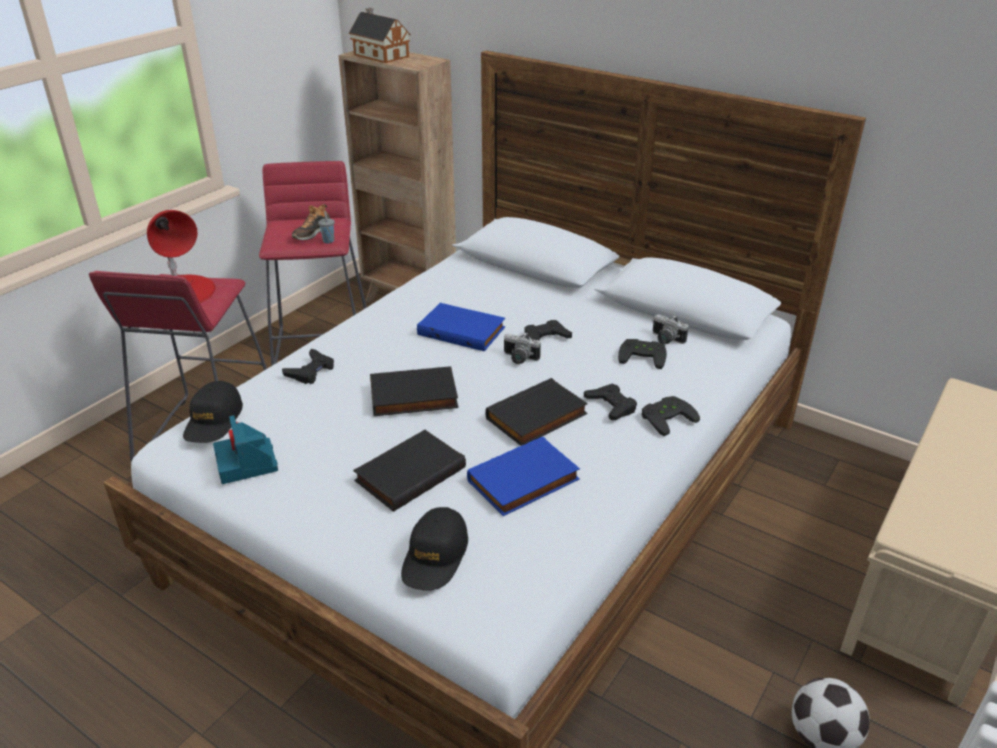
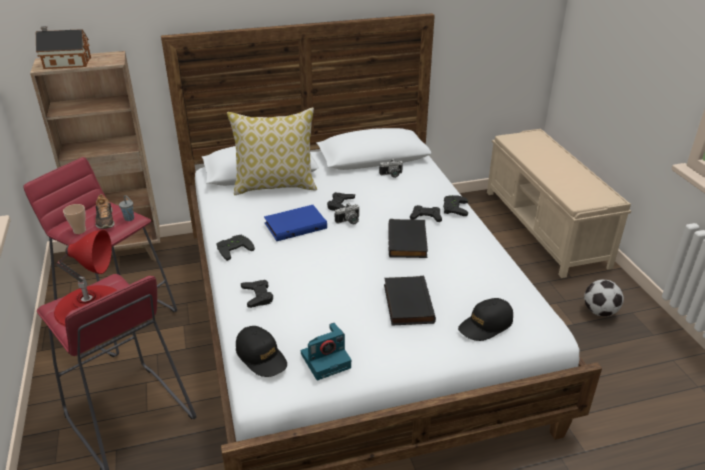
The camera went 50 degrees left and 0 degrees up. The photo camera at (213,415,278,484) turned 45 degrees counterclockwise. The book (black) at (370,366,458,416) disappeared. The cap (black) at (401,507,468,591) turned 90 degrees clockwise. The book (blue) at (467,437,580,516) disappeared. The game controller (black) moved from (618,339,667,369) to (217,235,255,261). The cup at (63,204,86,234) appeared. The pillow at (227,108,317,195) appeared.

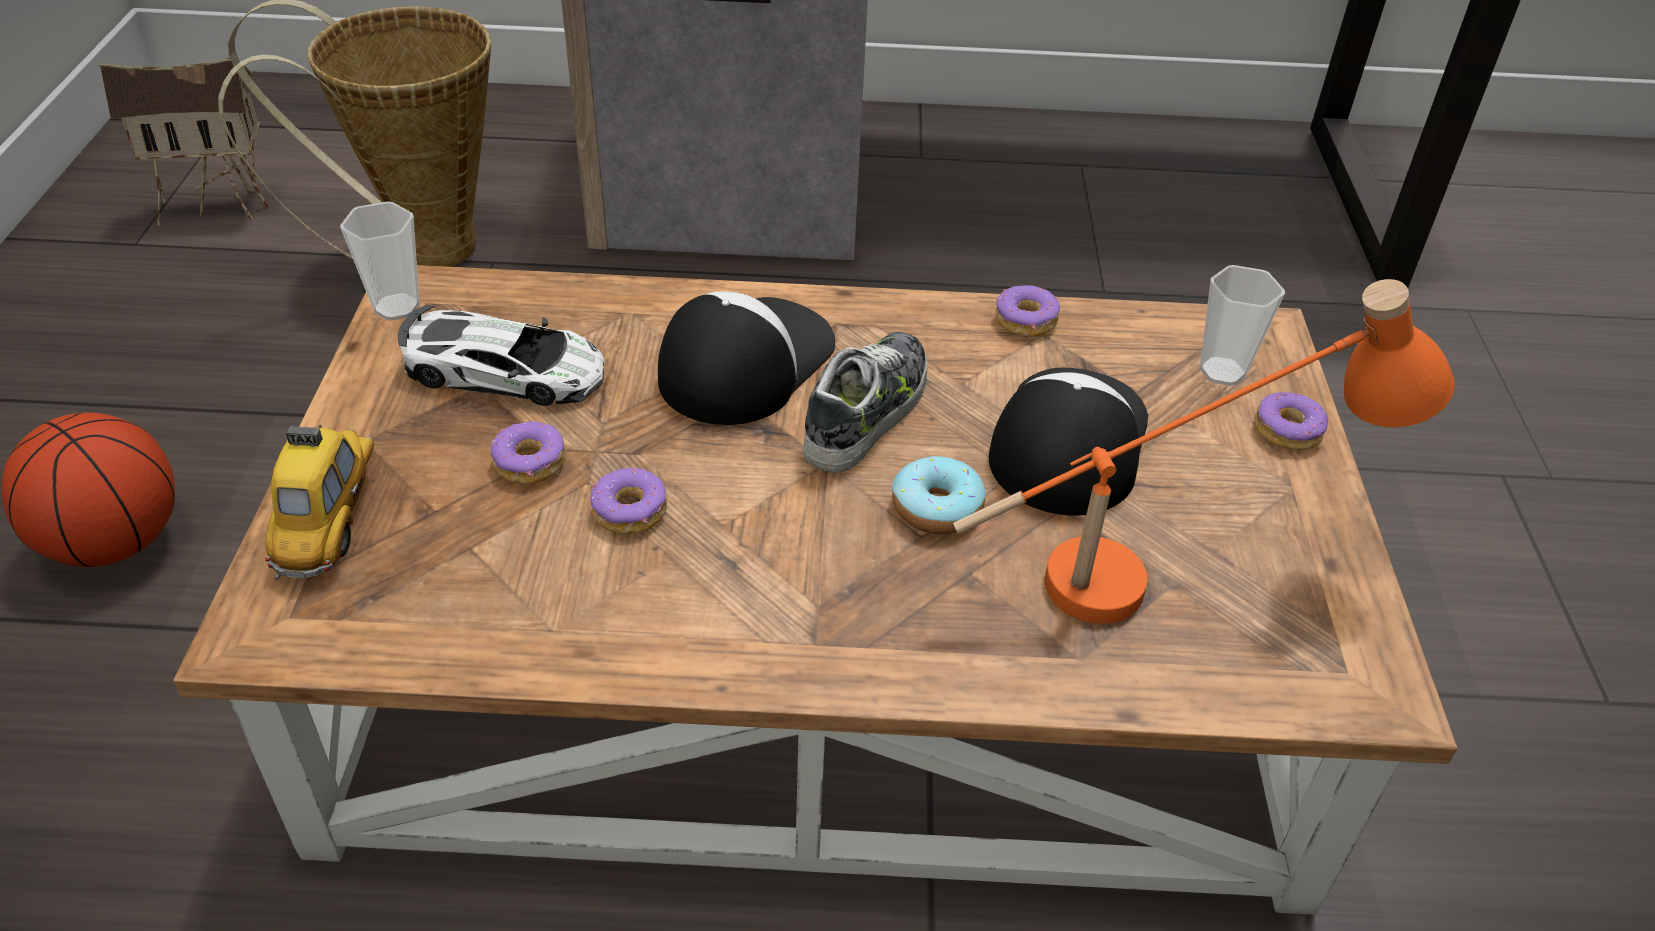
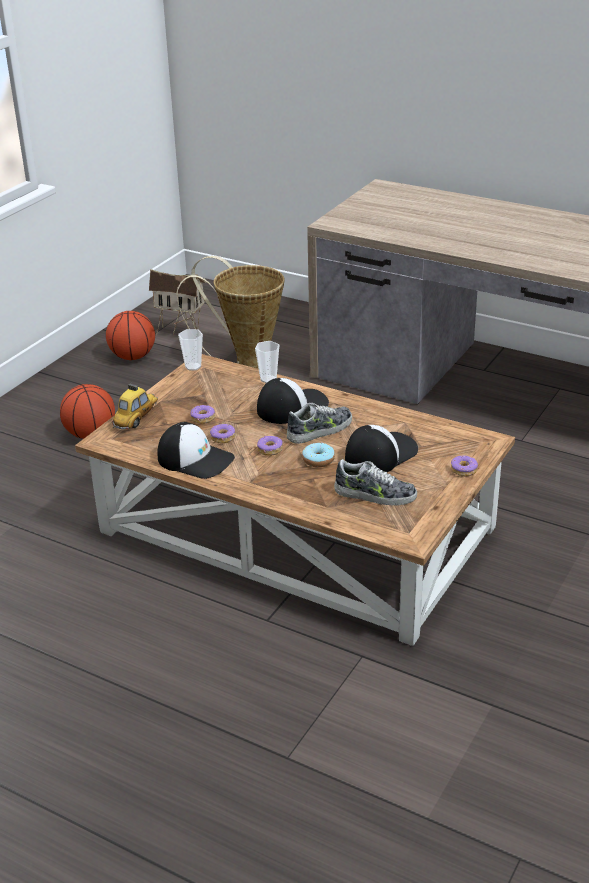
The camera went 30 degrees right and 10 degrees down. The toy car at (398,305,605,406) disappeared. The table lamp (orange) at (953,279,1455,624) was replaced by the shoe at (334,459,417,506). The donut moved from (995,285,1060,337) to (257,435,283,456). The cup moved from (1200,265,1285,386) to (255,341,279,383). The basketball at (106,311,155,360) appeared. The cap at (157,422,235,479) appeared.

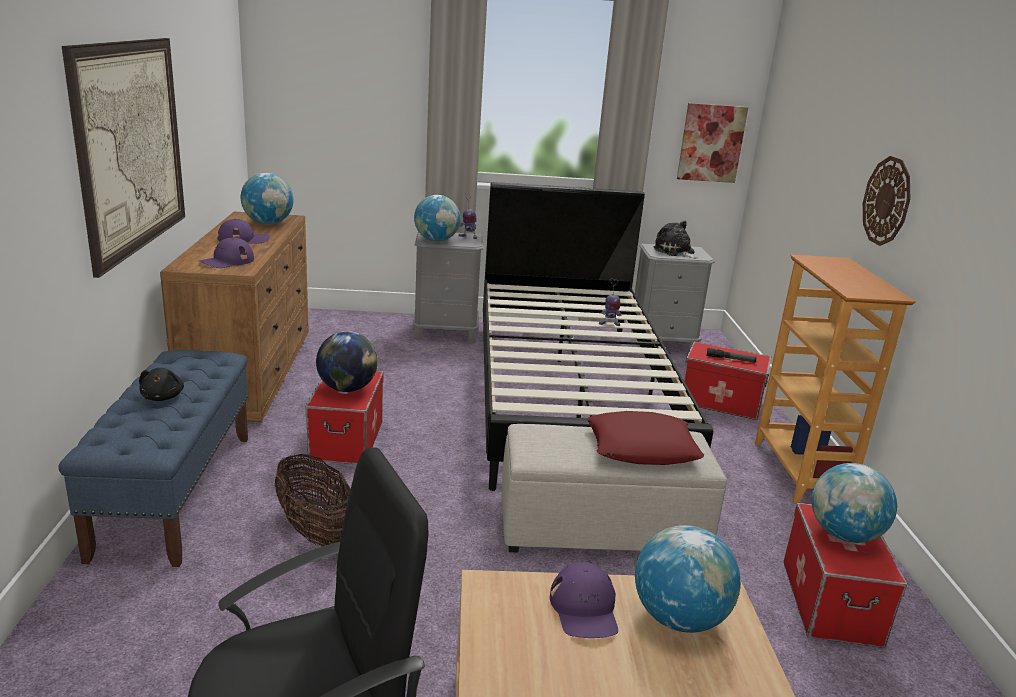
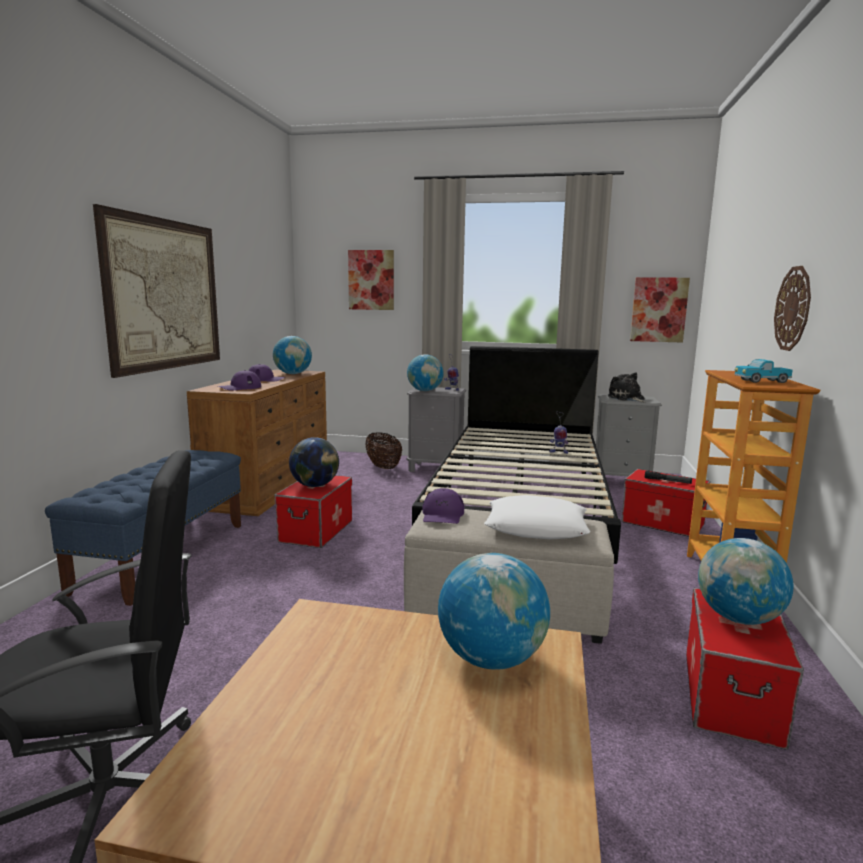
The camera went 15 degrees right and 10 degrees down. The plush toy (black) at (139,368,184,401) disappeared. The basket moved from (274,454,351,547) to (365,432,402,469). The cap (purple) moved from (550,562,618,638) to (423,488,464,524). The pillow (red) at (587,411,704,465) became the pillow (white) at (484,495,591,540). The picture at (348,250,394,310) appeared. The toy truck at (734,359,792,383) appeared.

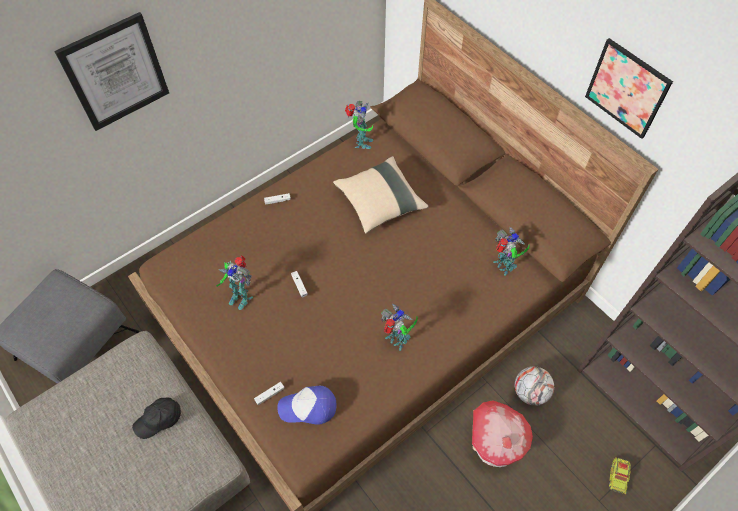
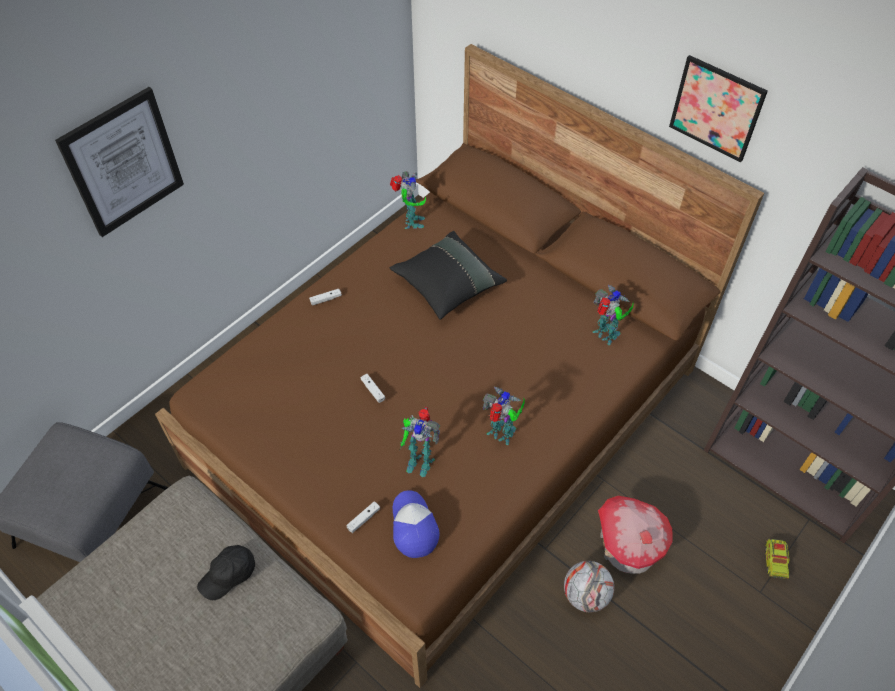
The camera went 10 degrees left and 5 degrees down. The toy robot moved from (217,255,253,310) to (400,407,440,477). The cap at (277,386,336,425) turned 90 degrees clockwise. The pillow (beige) at (333,156,429,233) became the pillow (black) at (390,231,507,320). The football moved from (515,366,554,406) to (564,561,614,612).

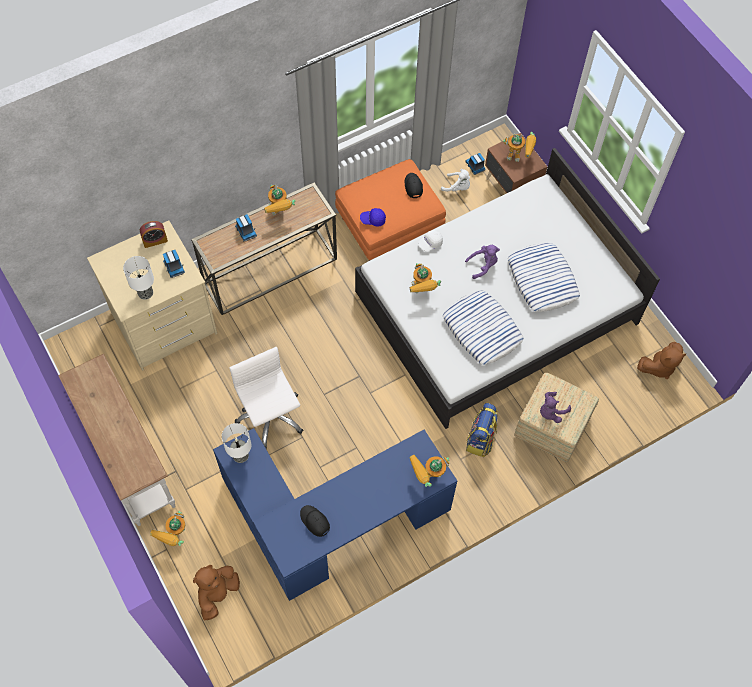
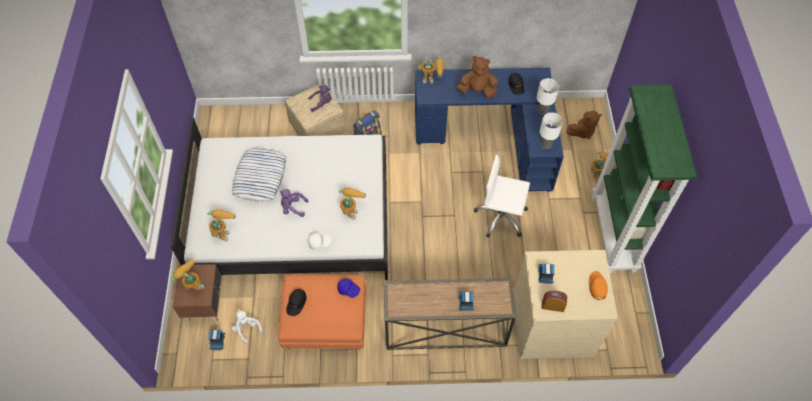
The camera went 150 degrees left and 5 degrees down. The console table (white) at (58,354,175,526) was replaced by the bookcase (green) at (592,84,697,273). The table lamp moved from (123,256,154,300) to (537,78,559,115). The office chair (white) at (229,347,303,449) turned 105 degrees clockwise. The toy robot moved from (264,185,295,215) to (208,209,236,241). The pillow at (443,290,524,365) disappeared. The plush toy (brown) moved from (637,342,686,379) to (456,56,498,99). The cap (orange) at (589,272,608,300) appeared.

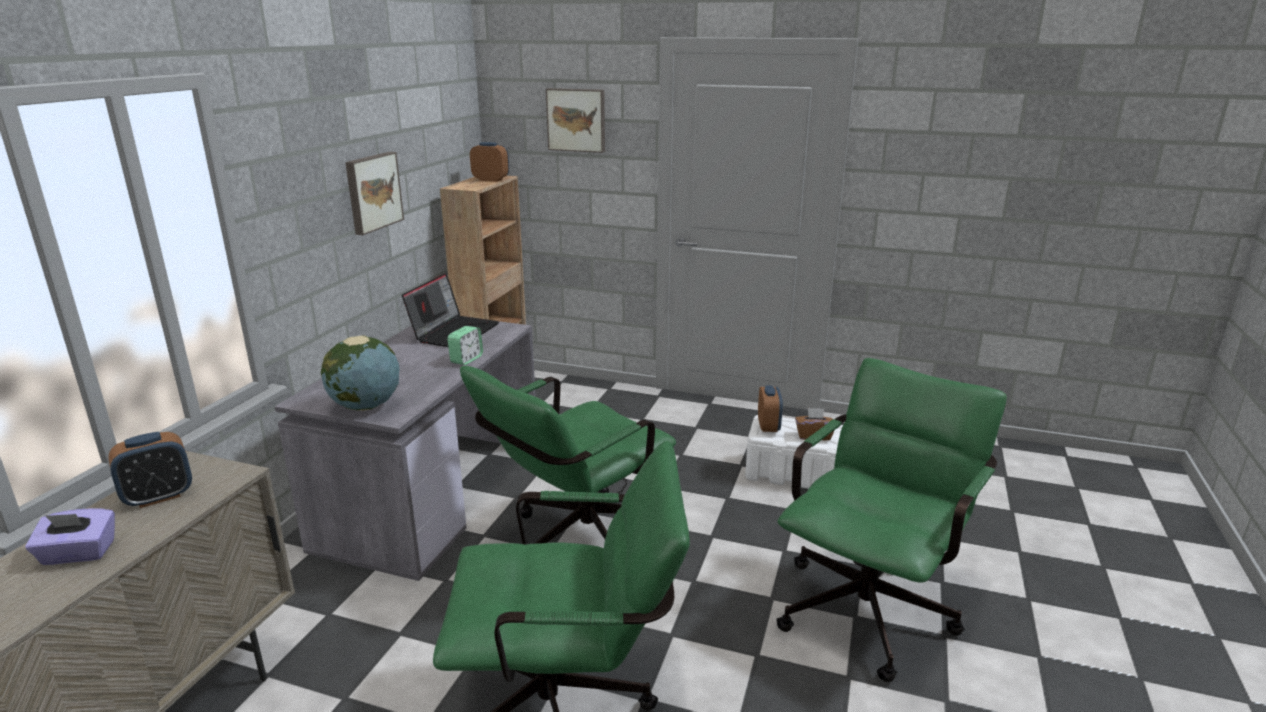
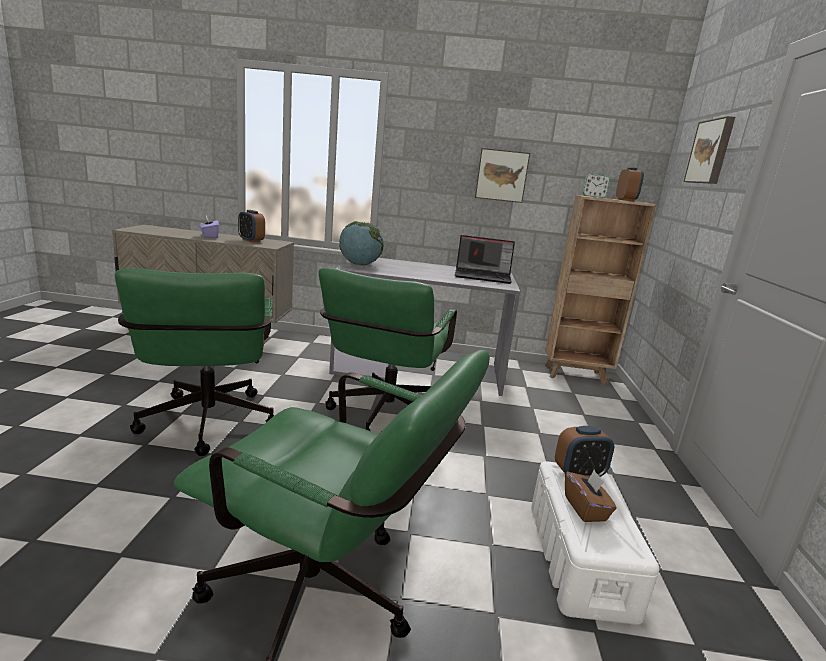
The camera went 75 degrees right and 5 degrees down. The alarm clock moved from (447,326,483,365) to (583,174,610,198). The office chair (green) at (460,366,676,544) turned 105 degrees counterclockwise.

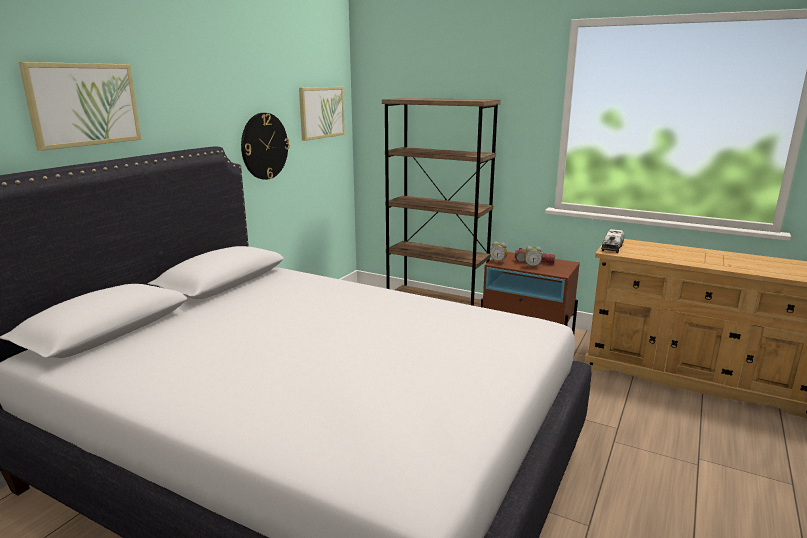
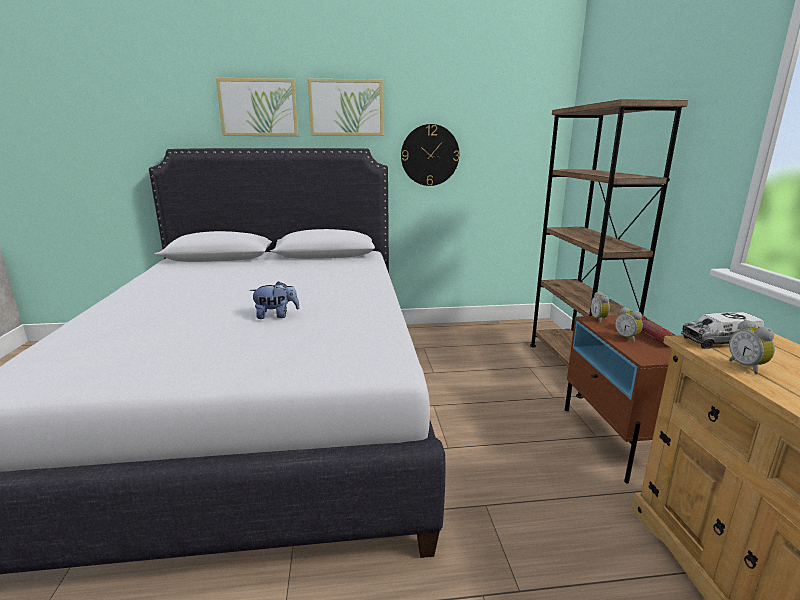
The camera went 55 degrees right and 0 degrees up. The picture moved from (299,87,345,141) to (307,78,383,136). The plush toy at (250,281,300,319) appeared. The alarm clock at (729,319,775,374) appeared.

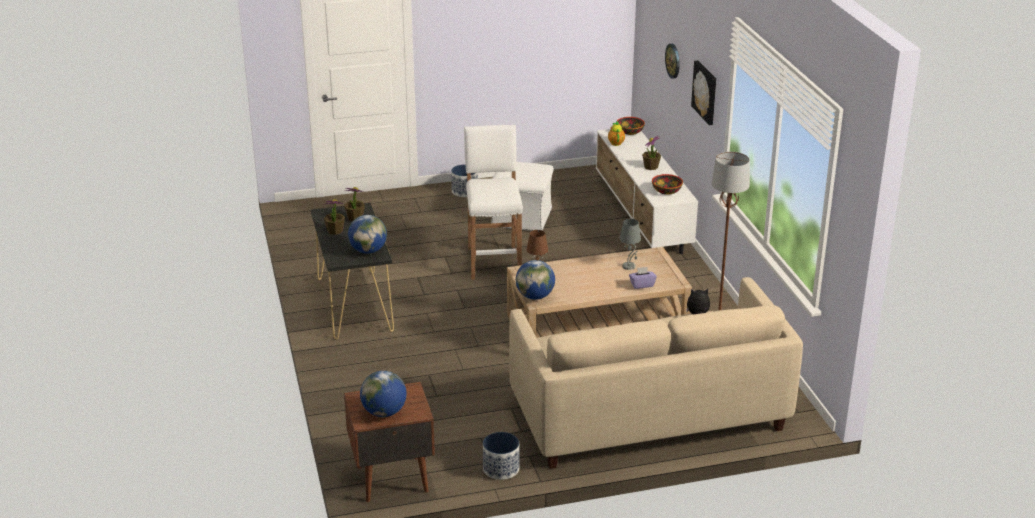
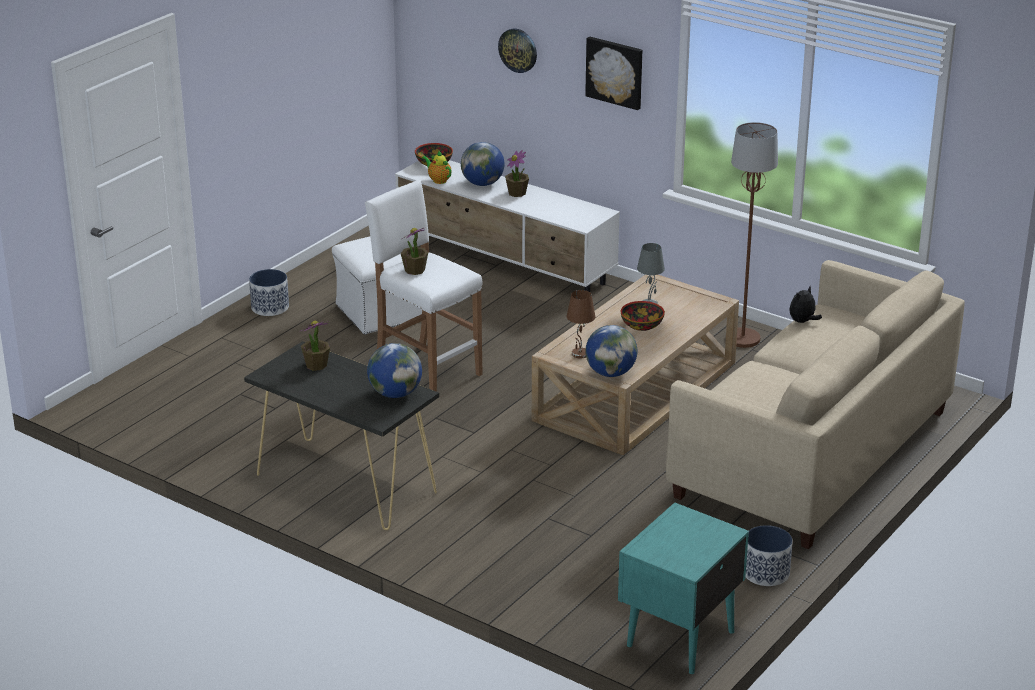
The camera went 40 degrees left and 0 degrees up. The potted plant moved from (324,199,345,235) to (401,228,428,275). The nightstand (brown) at (344,382,435,502) became the nightstand (turquoise) at (618,503,749,674). The globe moved from (360,371,407,417) to (461,142,504,186). The tissue box (purple) at (629,267,657,289) disappeared. The bowl moved from (652,174,683,195) to (621,301,665,331).

